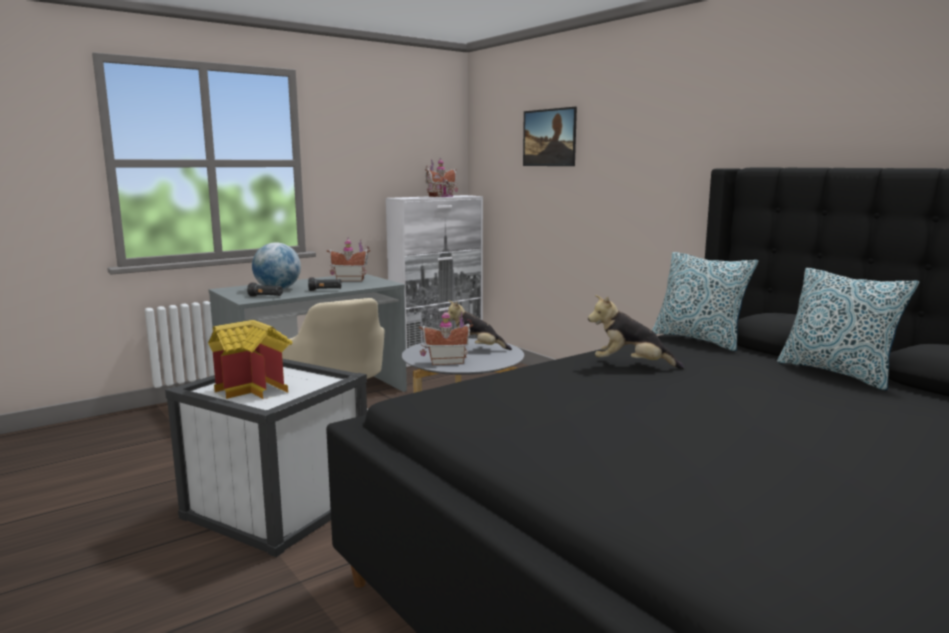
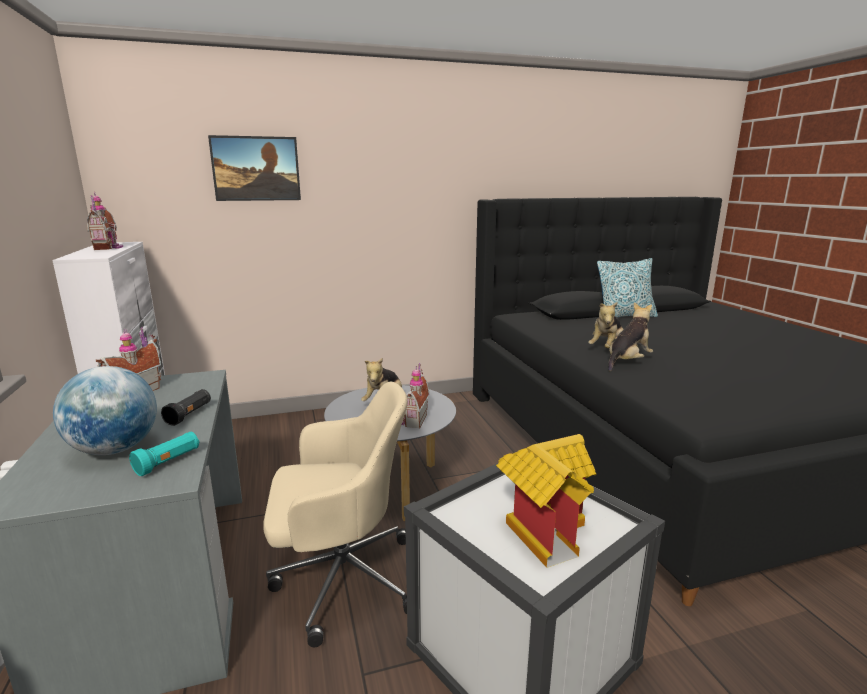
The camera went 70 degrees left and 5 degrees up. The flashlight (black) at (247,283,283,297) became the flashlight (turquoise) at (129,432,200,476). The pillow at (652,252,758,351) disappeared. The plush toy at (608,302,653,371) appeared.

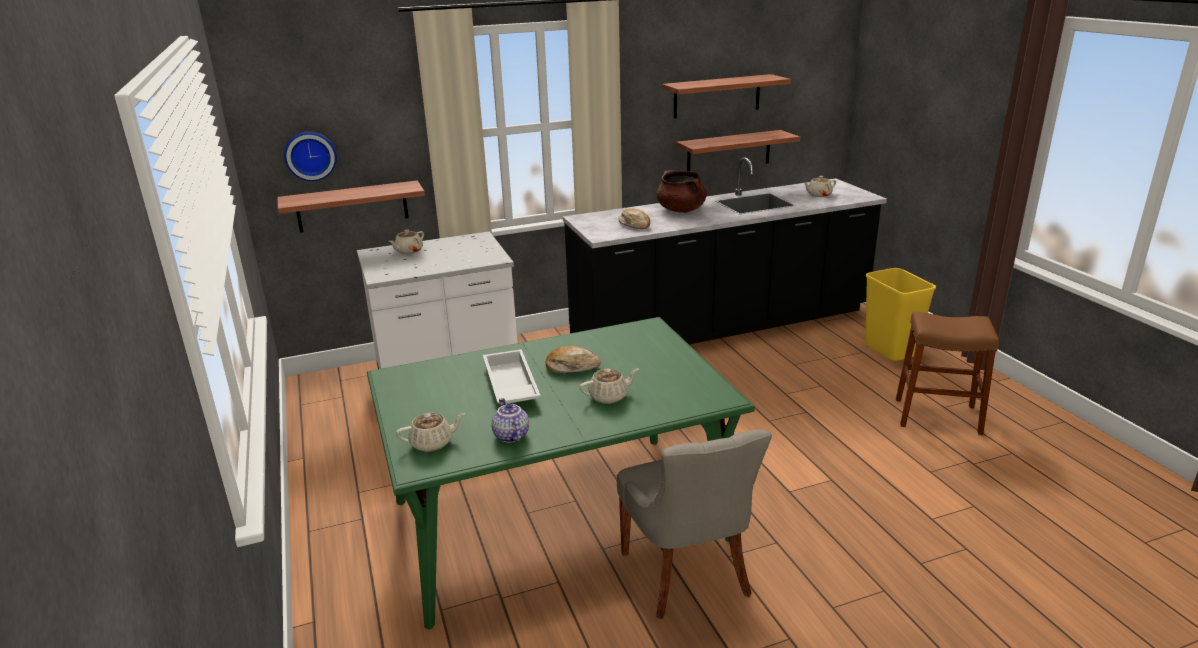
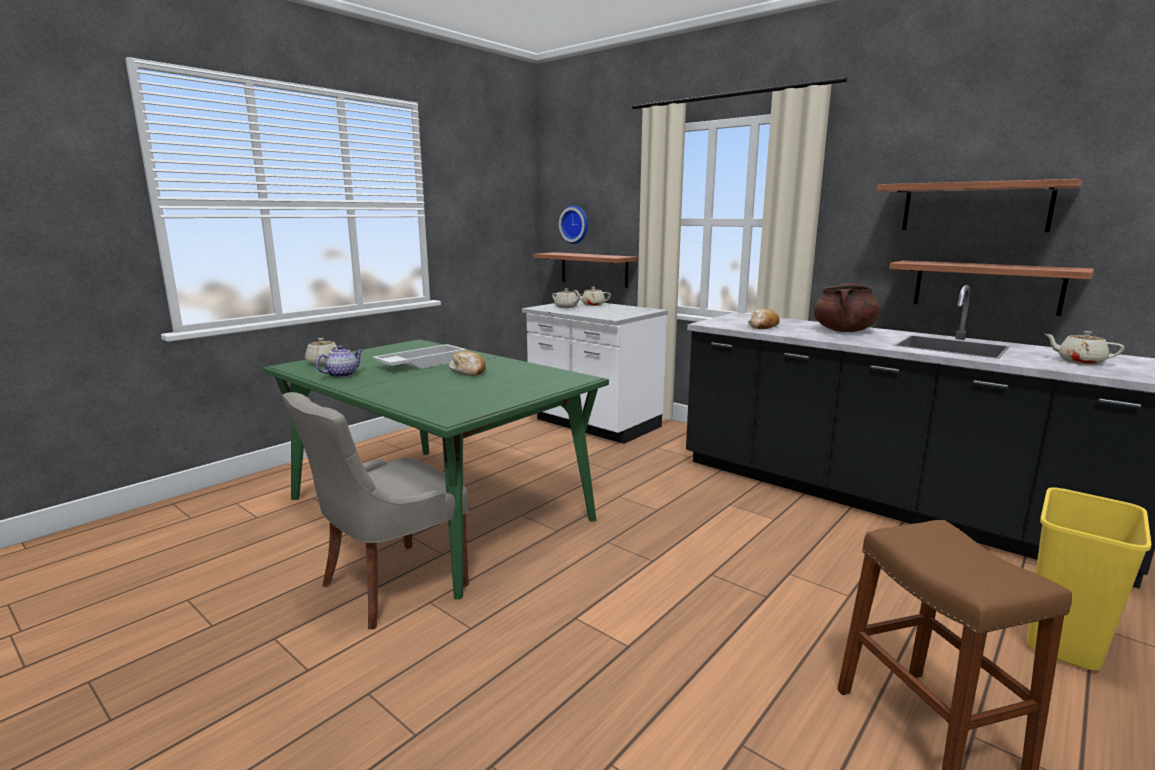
The camera went 60 degrees right and 10 degrees down. The teapot (beige) moved from (579,368,639,404) to (552,288,582,308).

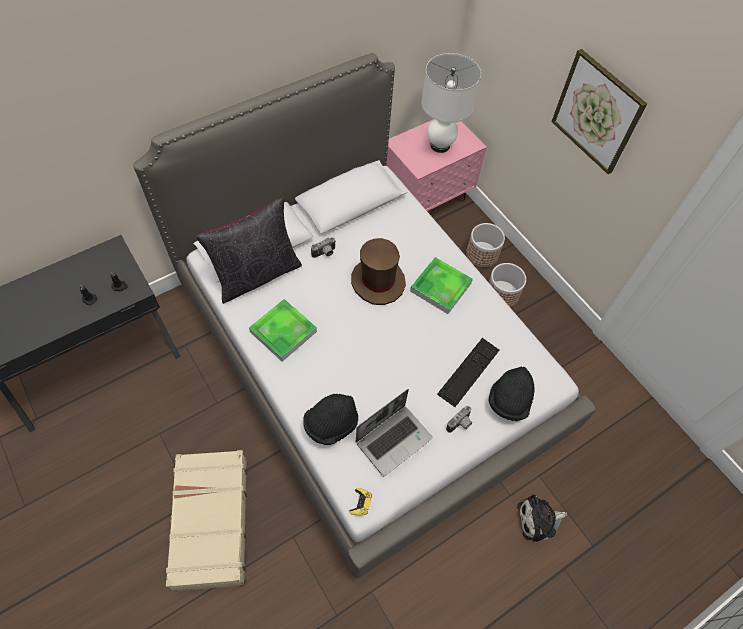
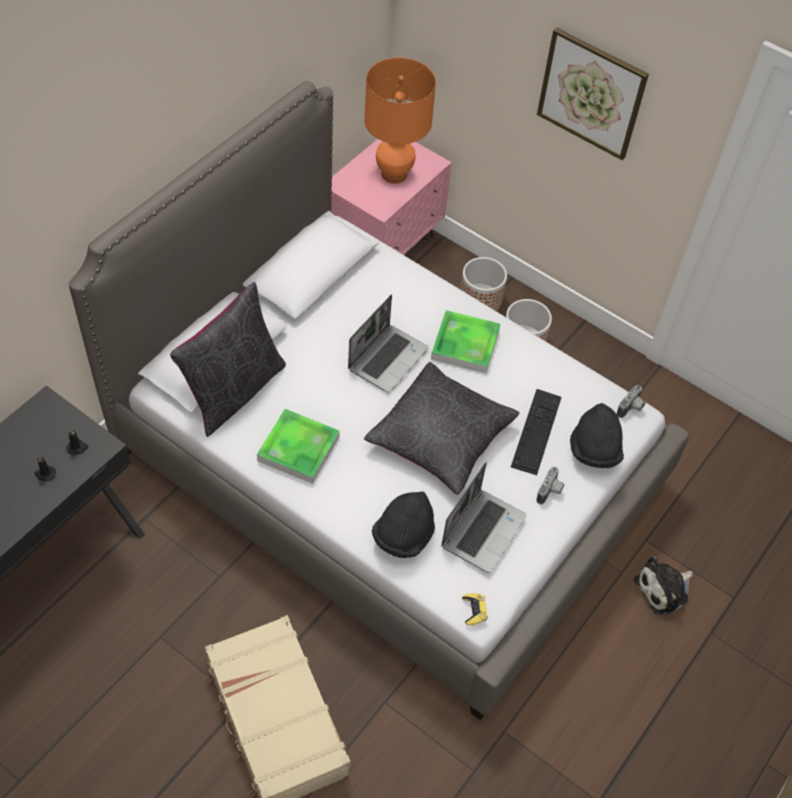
The camera went 20 degrees left and 5 degrees down. The photo camera moved from (311,237,336,258) to (617,385,645,418). The hat (brown) at (351,238,406,305) was replaced by the laptop at (348,294,429,393). The table lamp (white) at (421,53,481,153) became the table lamp (orange) at (364,58,436,184). The pillow (black) at (364,361,519,495) appeared.

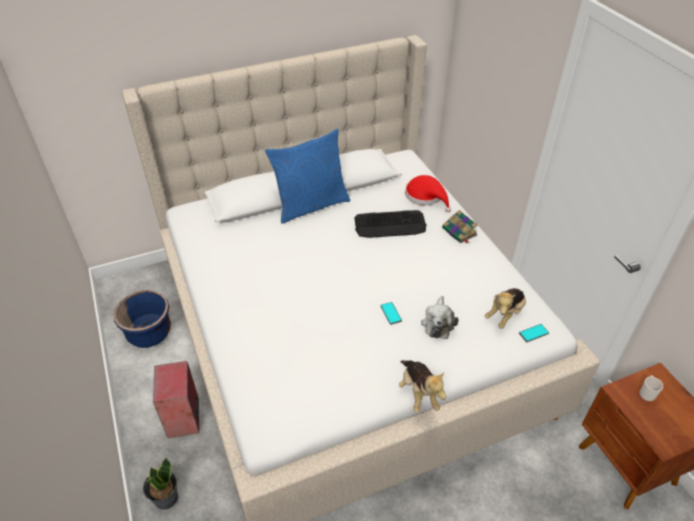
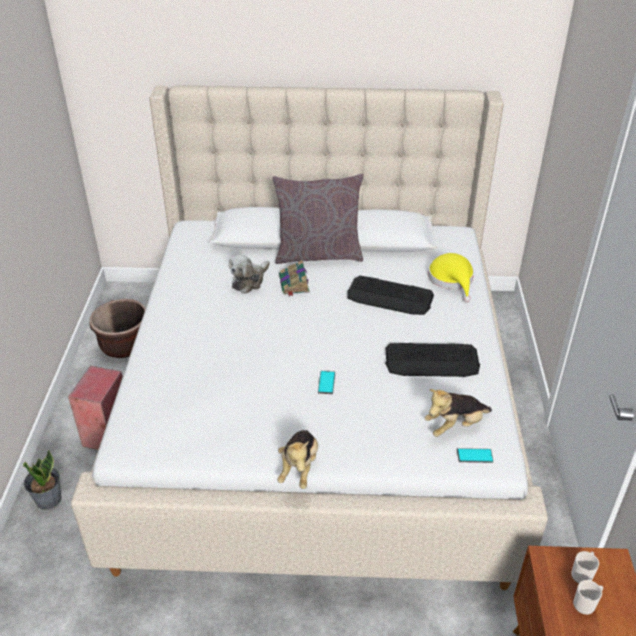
The camera went 25 degrees right and 5 degrees down. The planter (blue) at (114,290,171,348) became the planter (brown) at (90,299,146,358). The pillow (blue) at (265,129,350,224) became the pillow (grey) at (272,174,364,264). The hat (red) at (405,175,451,212) became the hat (yellow) at (428,253,474,303). The plush toy moved from (421,296,459,339) to (229,255,270,294). The book moved from (442,210,478,244) to (279,260,310,296). The keyboard at (385,343,480,377) appeared. The mug at (573,580,603,615) appeared.

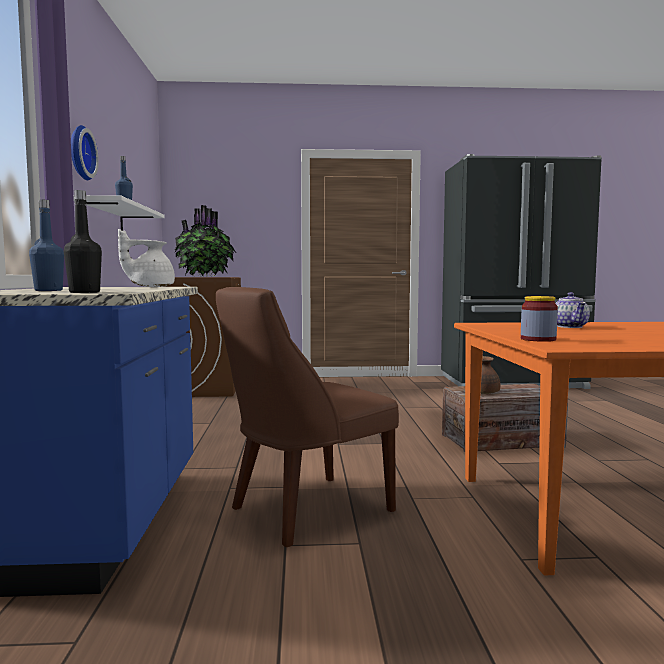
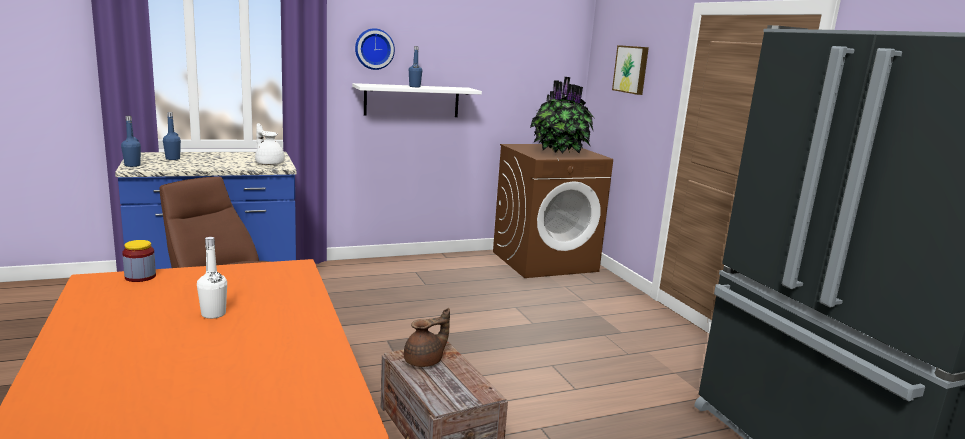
The camera went 70 degrees right and 10 degrees up. The bottle (black) at (64,190,102,293) became the bottle (blue) at (121,116,141,167). The teapot at (556,292,590,328) disappeared. The bottle (white) at (197,237,227,319) appeared. The picture at (612,45,649,95) appeared.

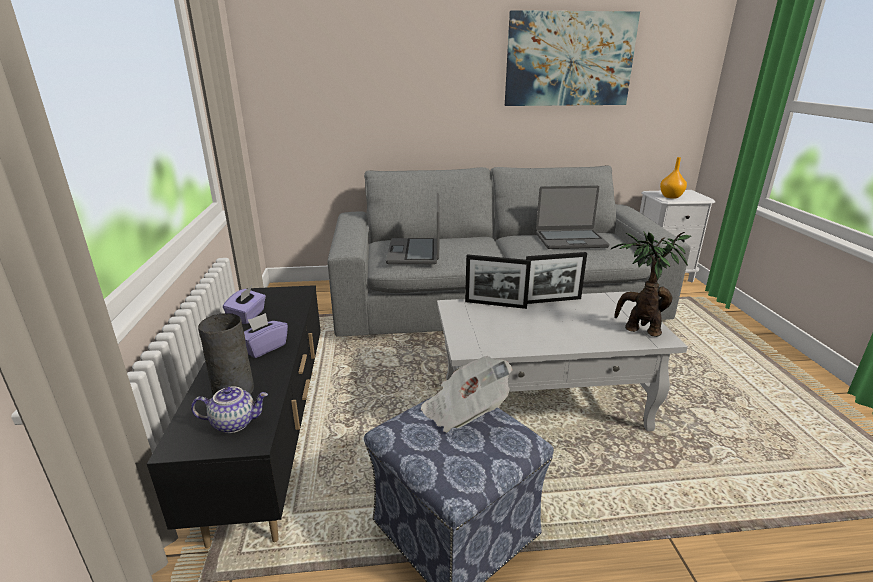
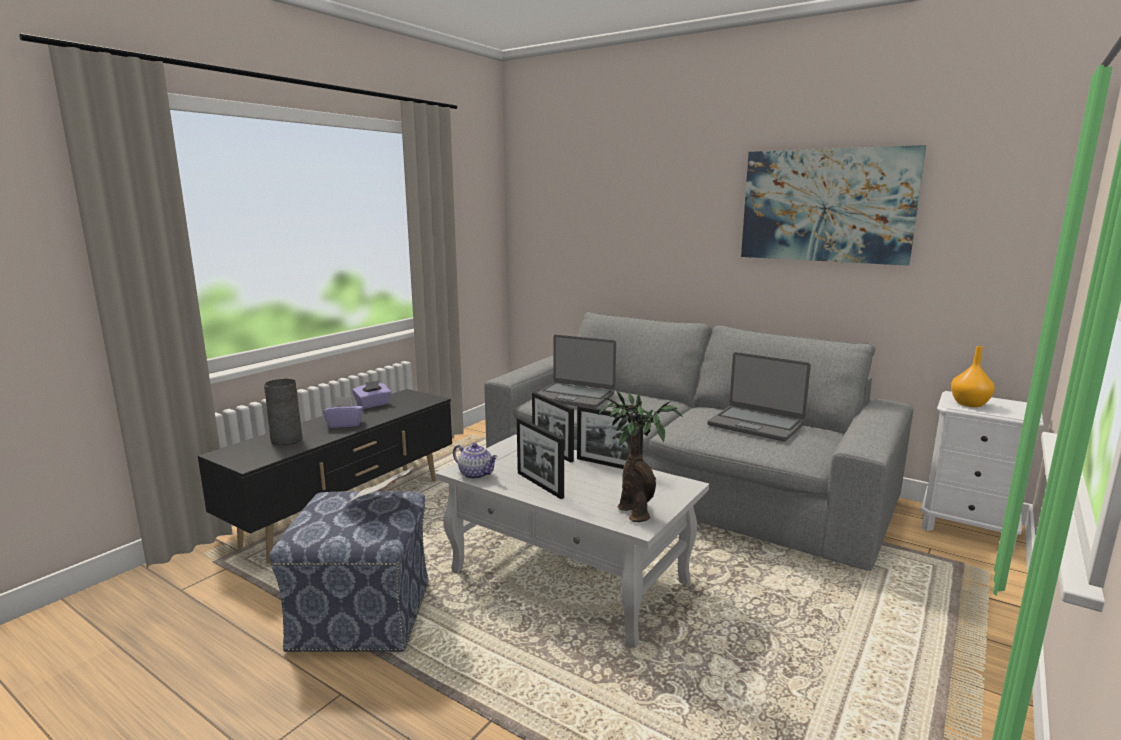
The camera went 40 degrees right and 10 degrees down. The teapot moved from (191,387,268,433) to (453,443,498,479). The laptop at (386,193,440,264) turned 105 degrees counterclockwise. The picture frame at (517,418,564,499) appeared.

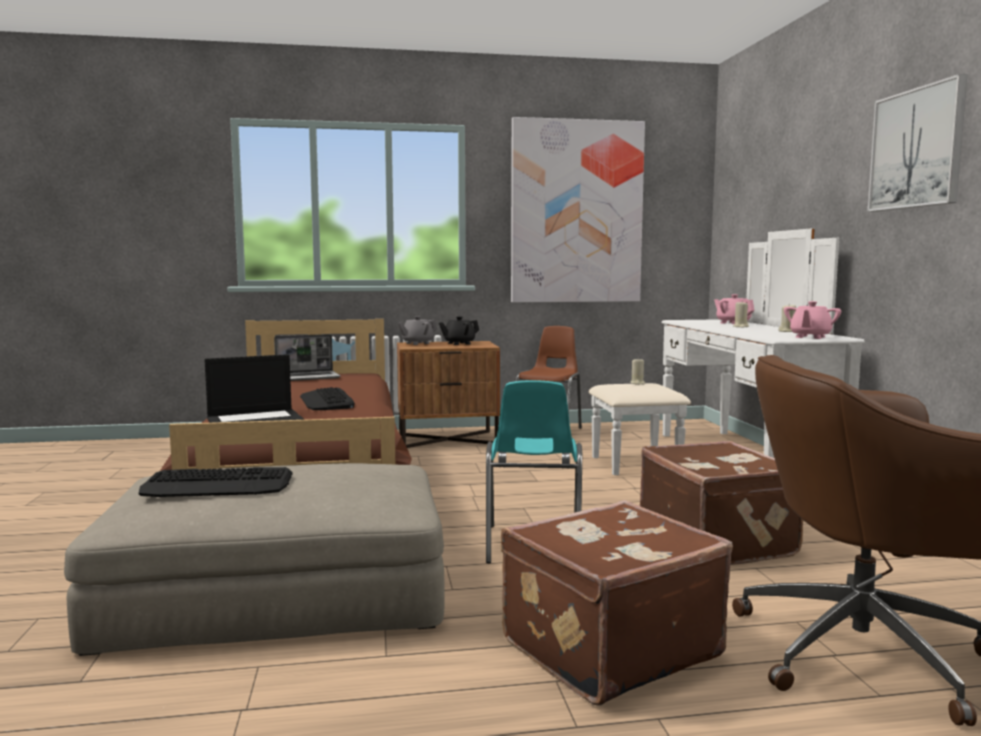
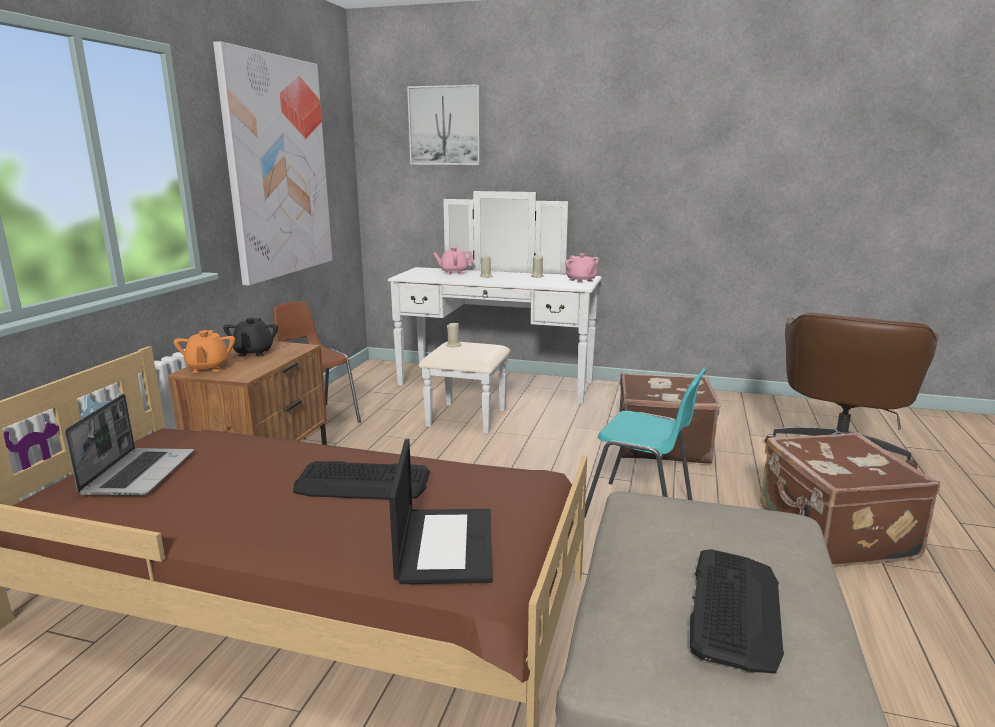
The camera went 65 degrees left and 10 degrees up. The teapot (grey) at (398,316,437,345) became the teapot (orange) at (174,330,235,373). The picture moved from (868,74,968,212) to (407,84,481,165).

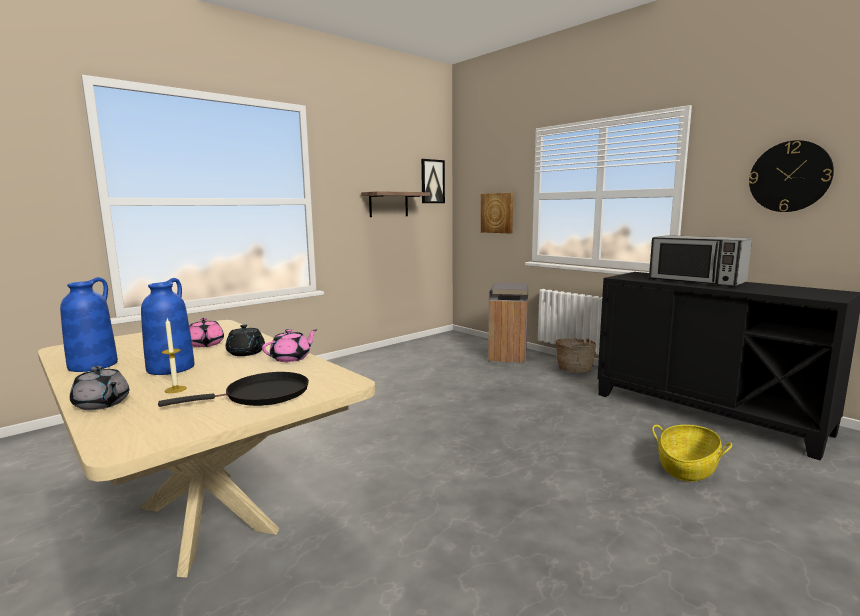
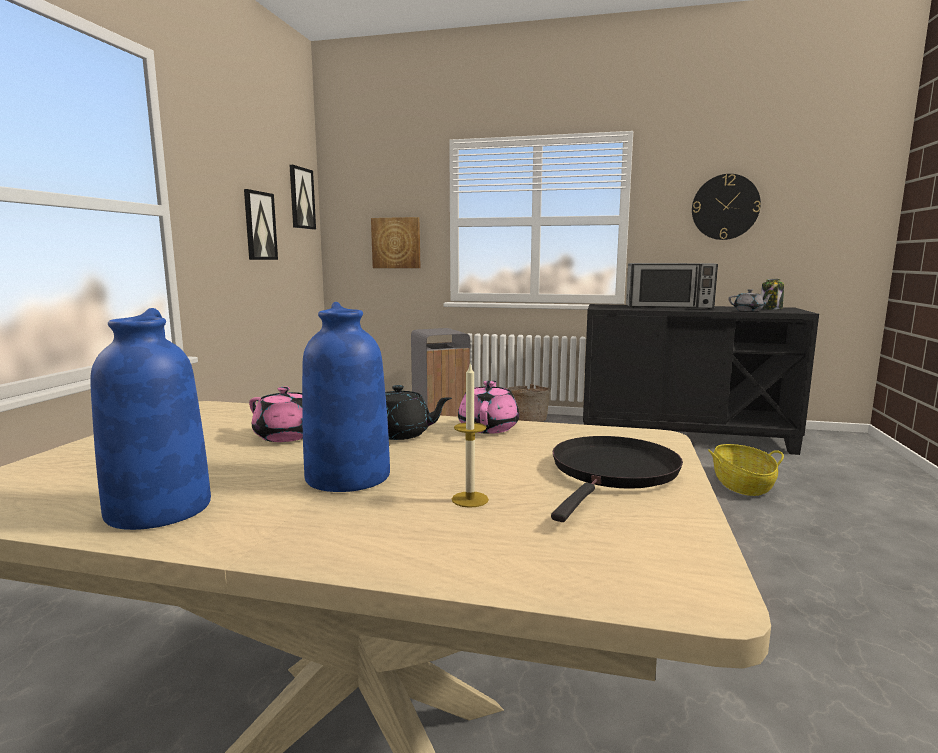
The camera went 35 degrees left and 0 degrees up. The teapot (grey) moved from (70,366,129,410) to (728,289,773,311). The shelf at (361,191,430,217) was replaced by the picture at (244,189,278,260). The jar at (761,279,784,310) appeared.

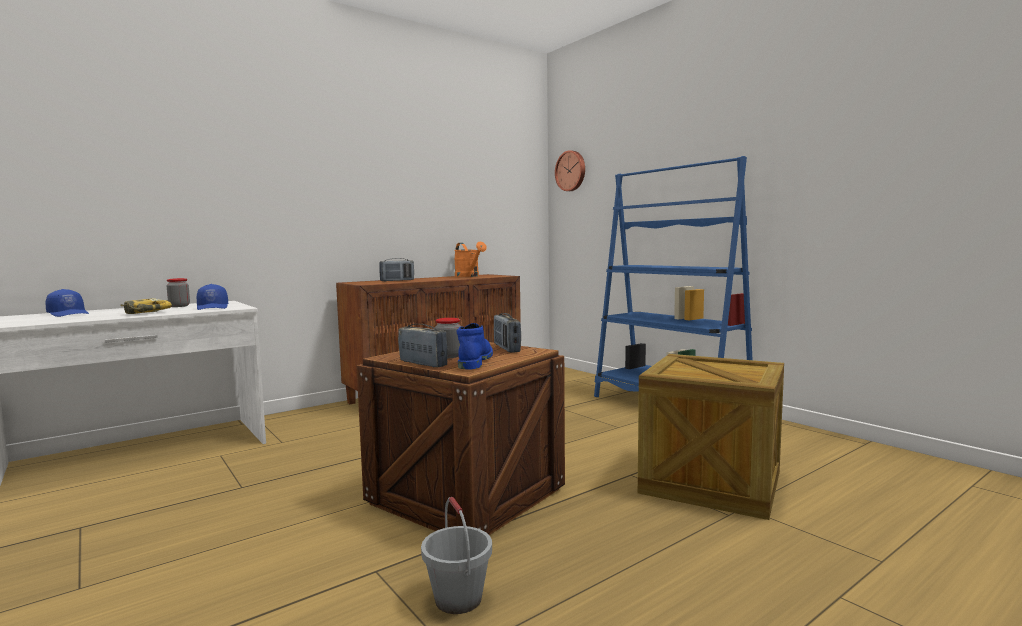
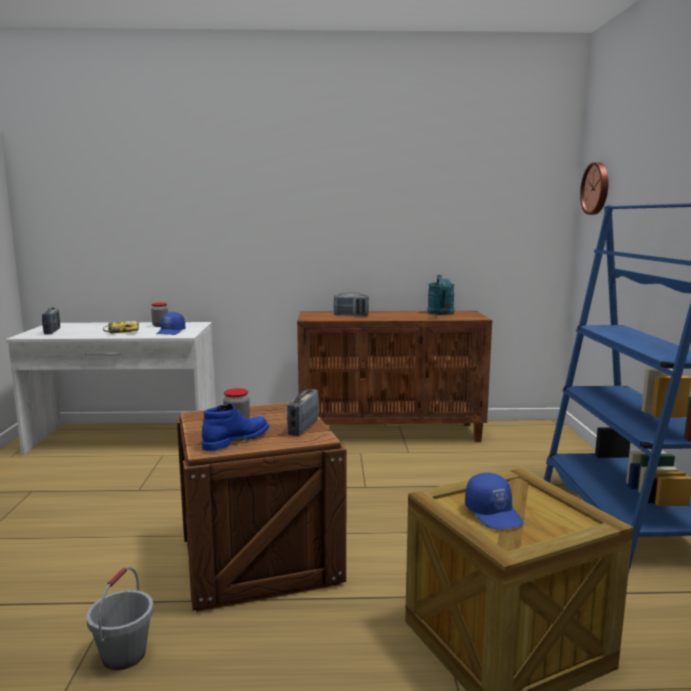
The camera went 35 degrees right and 5 degrees up. The cap (blue) moved from (45,289,89,317) to (465,473,524,529). The radio moved from (398,324,447,367) to (42,307,60,334). The watering can (orange) at (454,242,487,277) became the watering can (turquoise) at (427,275,454,315).

